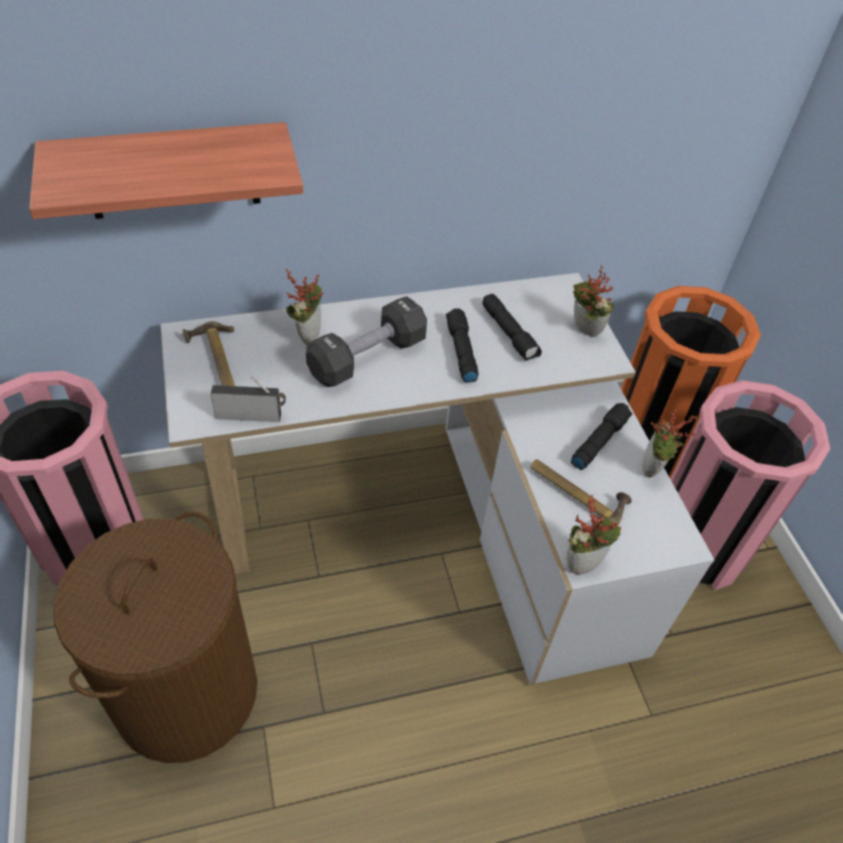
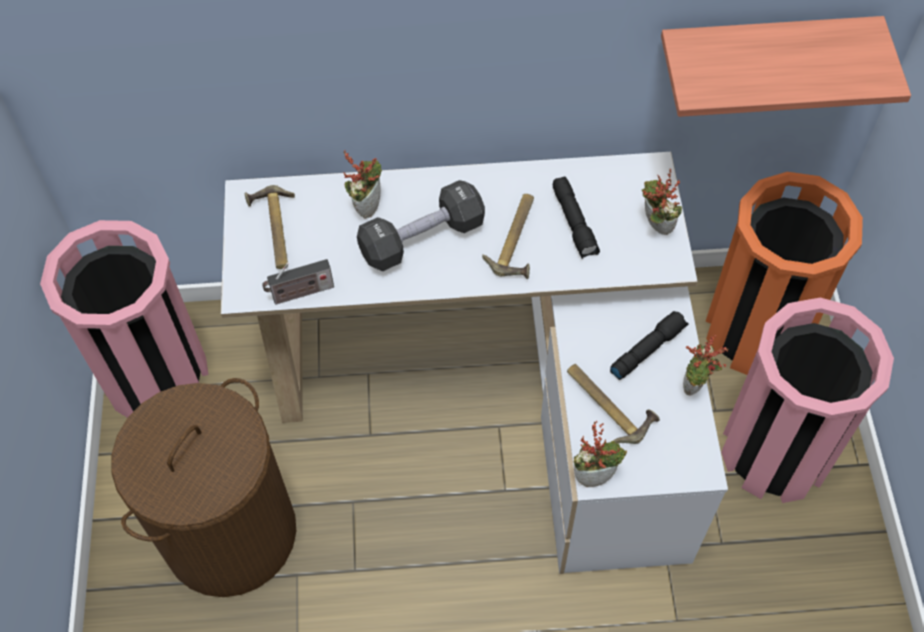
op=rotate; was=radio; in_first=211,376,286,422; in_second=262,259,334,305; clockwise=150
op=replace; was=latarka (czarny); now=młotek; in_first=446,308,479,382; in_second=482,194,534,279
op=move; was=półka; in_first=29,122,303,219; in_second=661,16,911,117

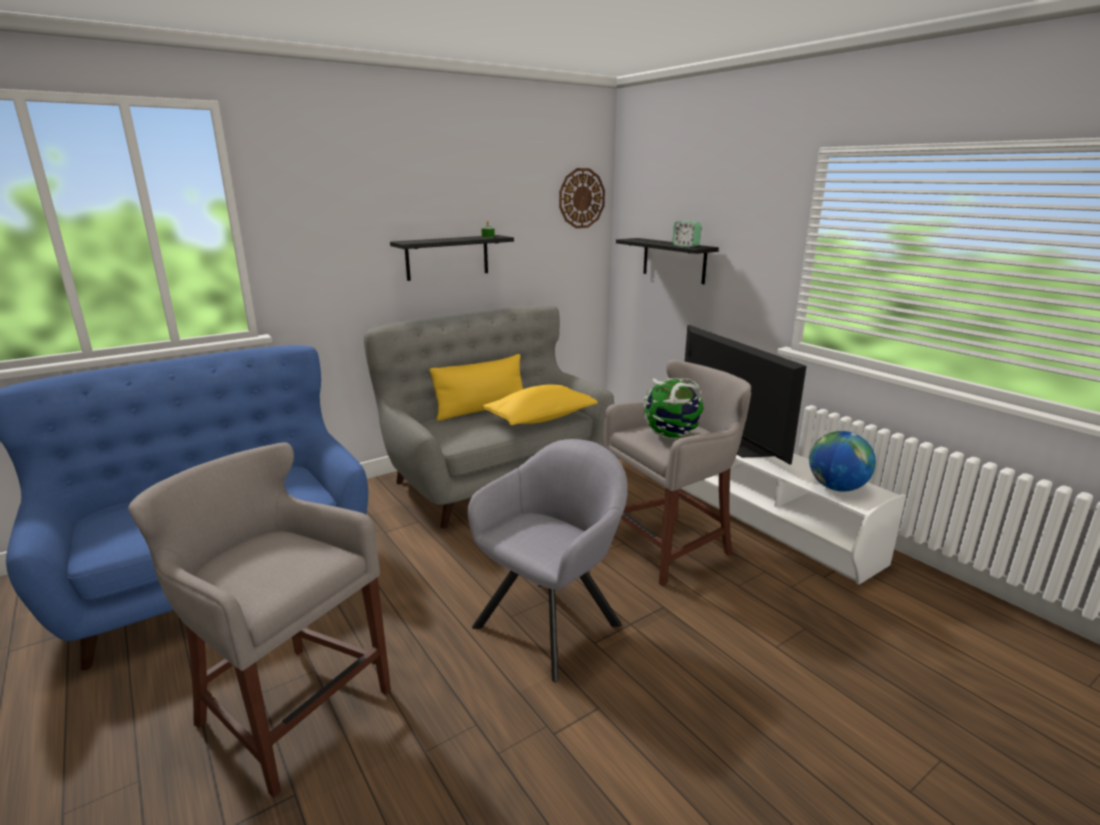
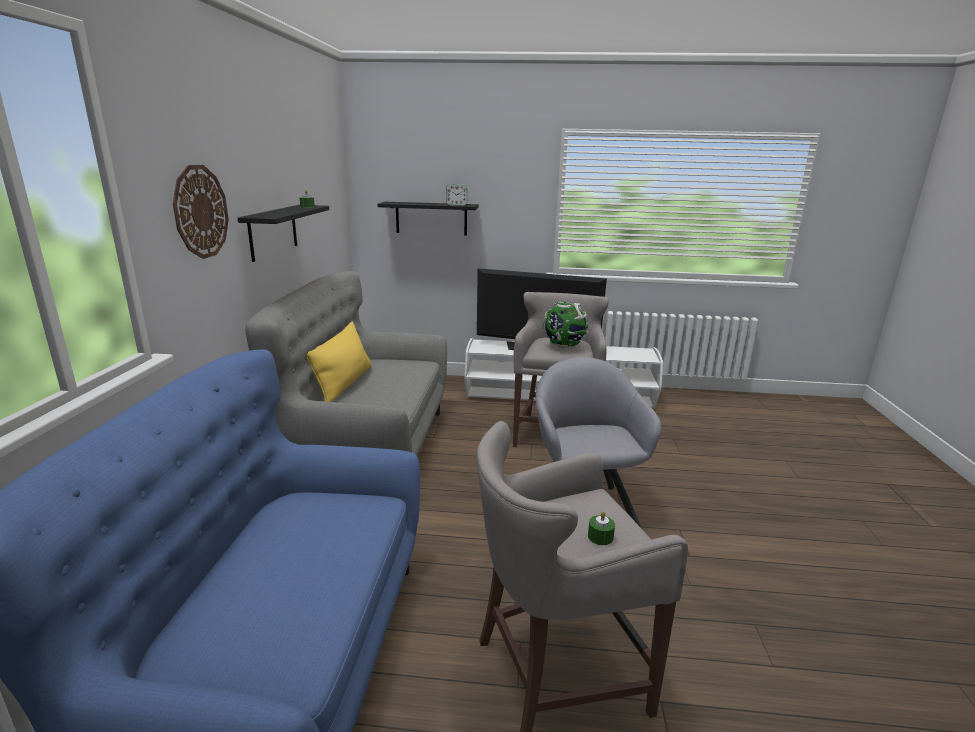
op=move; was=zegar ścienny; in_first=559,168,605,228; in_second=173,165,229,259
op=insert; now=świeca (zielony); in_second=588,511,615,545
op=delete; was=poduszka (żółty); in_first=483,384,598,425
op=delete; was=globus; in_first=809,431,876,492

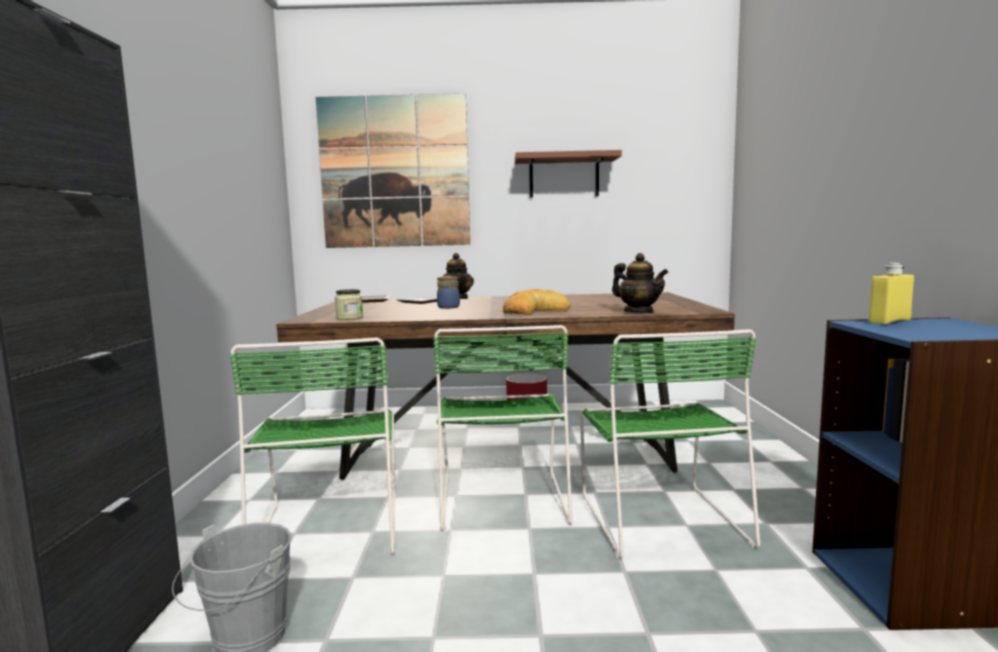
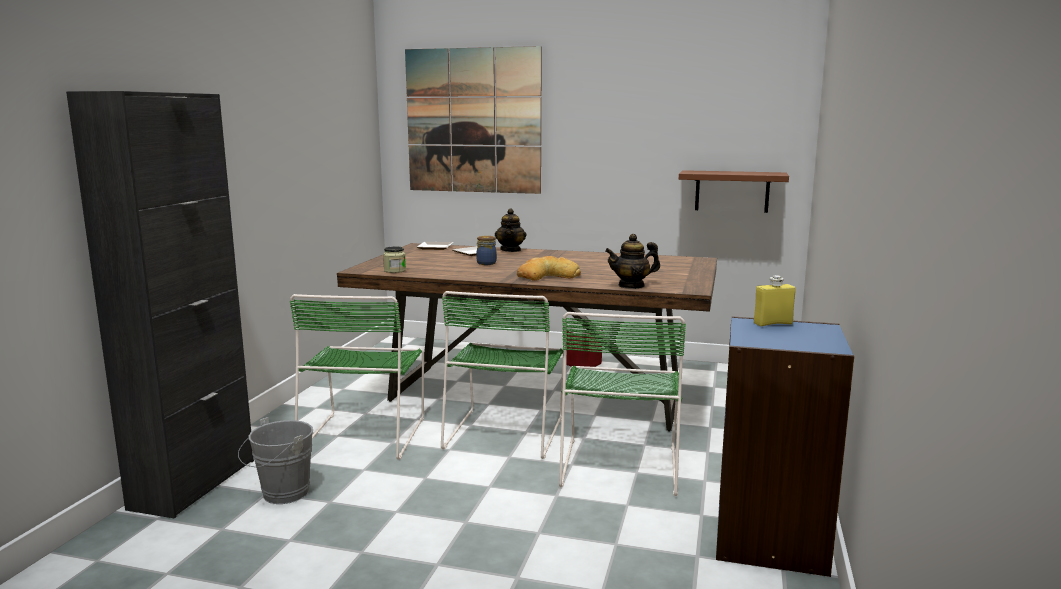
op=rotate; was=imbryk; in_first=612,253,668,313; in_second=605,234,660,289; clockwise=105
op=move; was=półka (brązowy); in_first=515,150,622,198; in_second=679,170,789,213

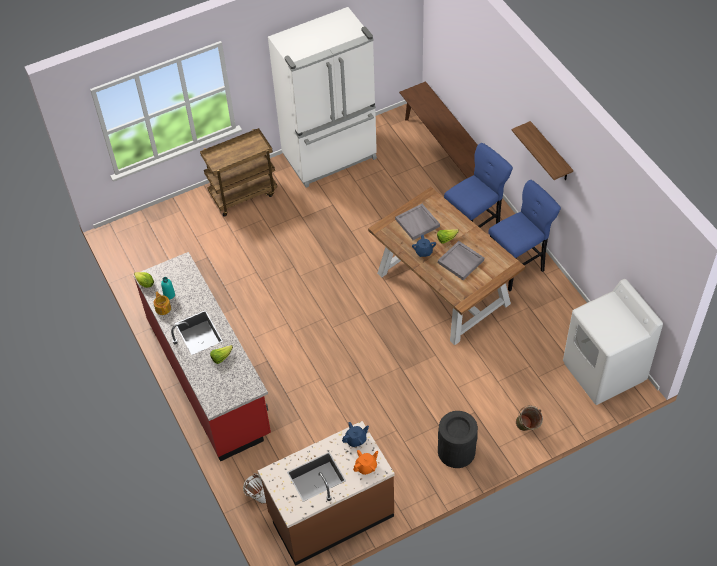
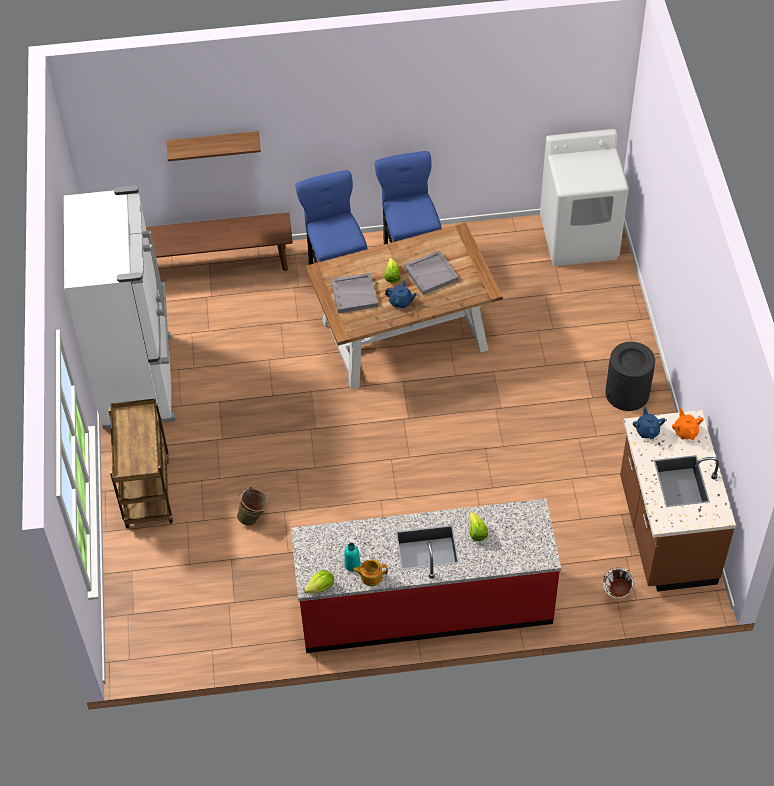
op=move; was=półka; in_first=512,121,573,180; in_second=166,131,261,161
op=move; was=wiadro (zielony); in_first=516,405,543,431; in_second=237,487,269,526

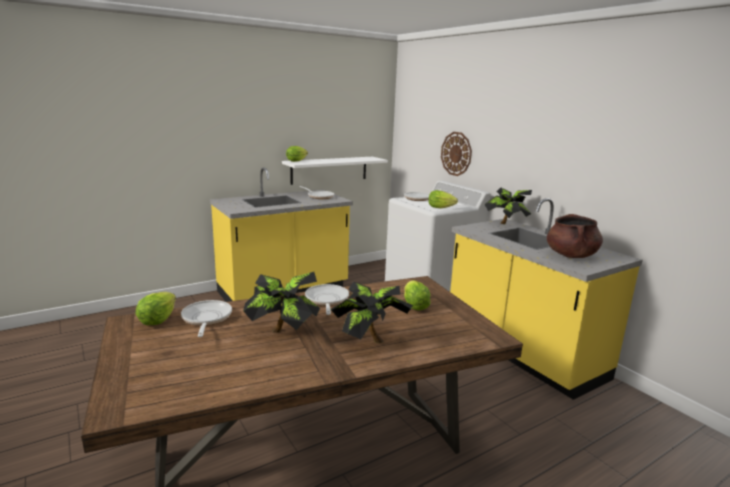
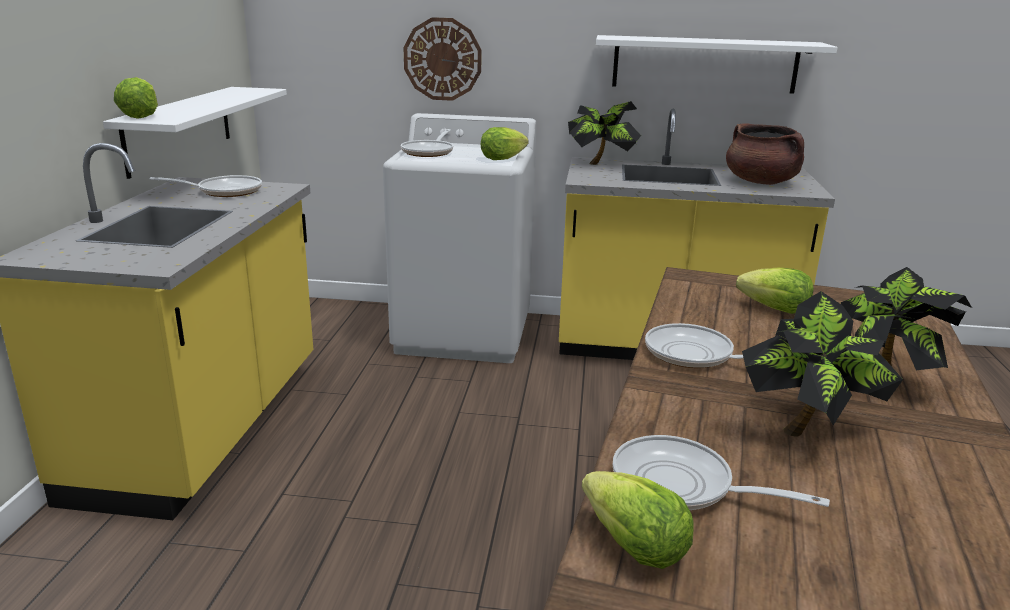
op=insert; now=półka (biały); in_second=596,35,838,94

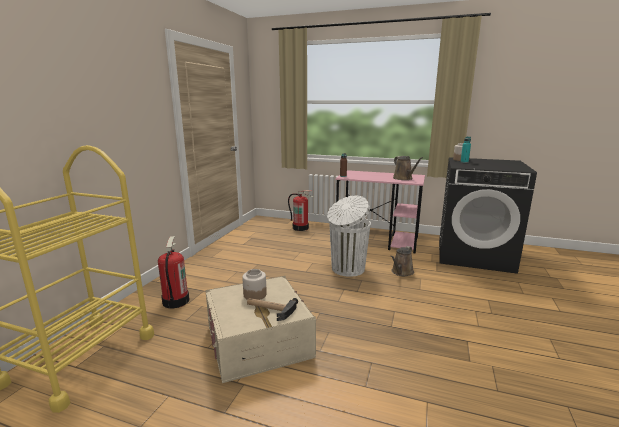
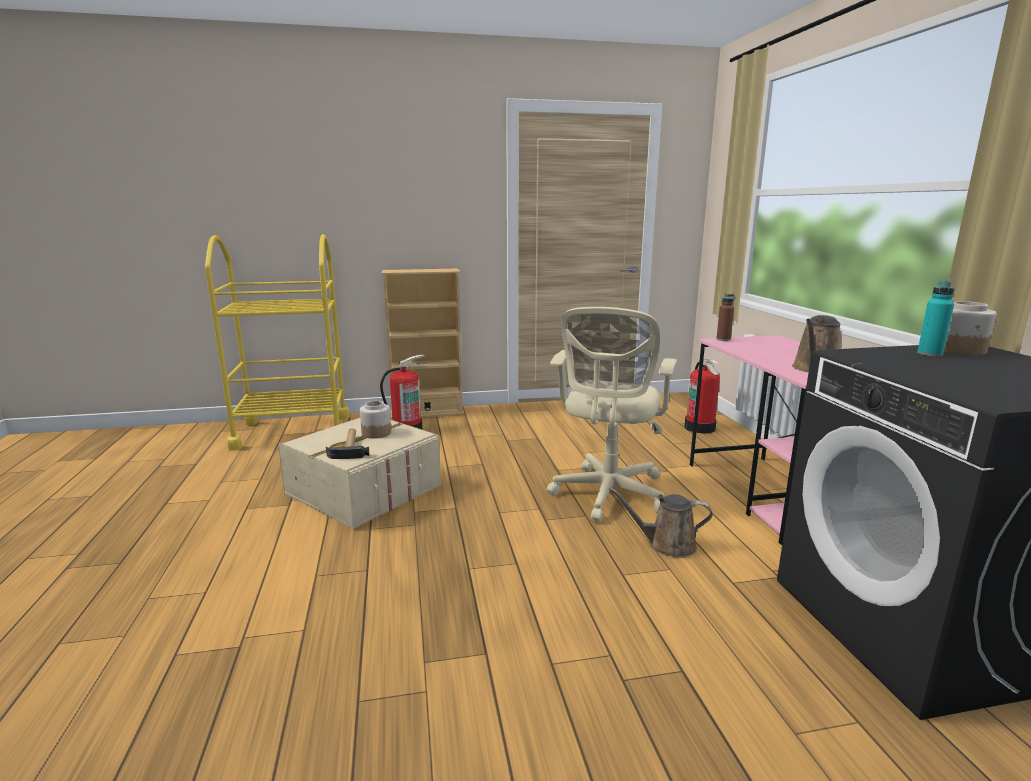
op=insert; now=regał (beżowy); in_second=382,269,464,420
op=replace; was=kosz na śmieci (biały); now=krzesło biurowe (beżowy); in_first=327,195,371,277; in_second=547,307,677,523

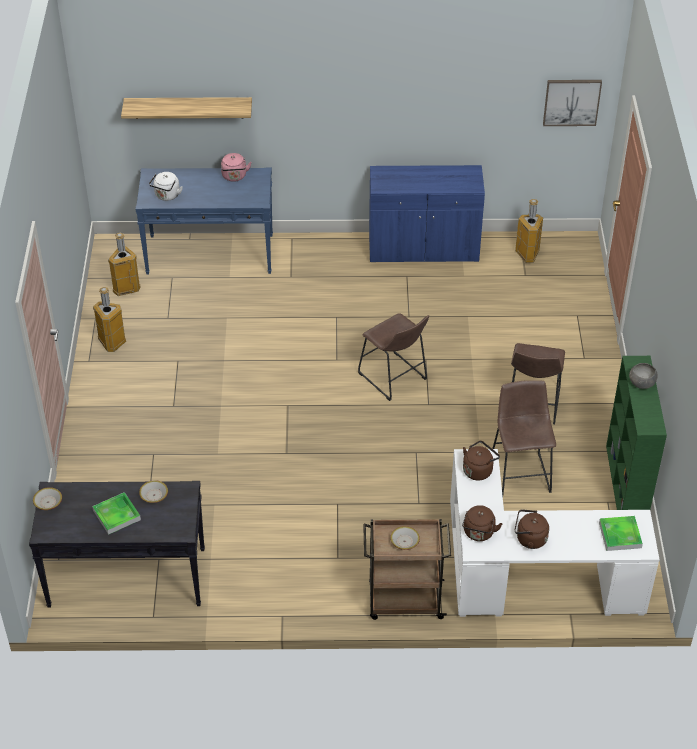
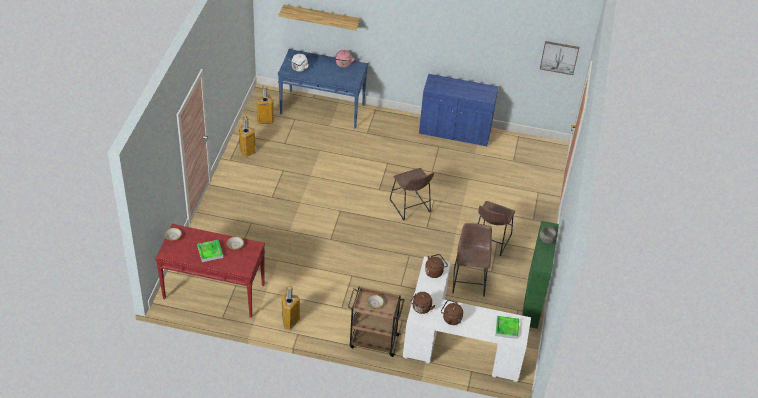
op=recolor; was=stolik konsolowy (czarny); now=stolik konsolowy (czerwony); in_first=29,481,205,607; in_second=155,224,265,318
op=move; was=kosz na śmieci; in_first=515,199,543,263; in_second=281,286,300,329

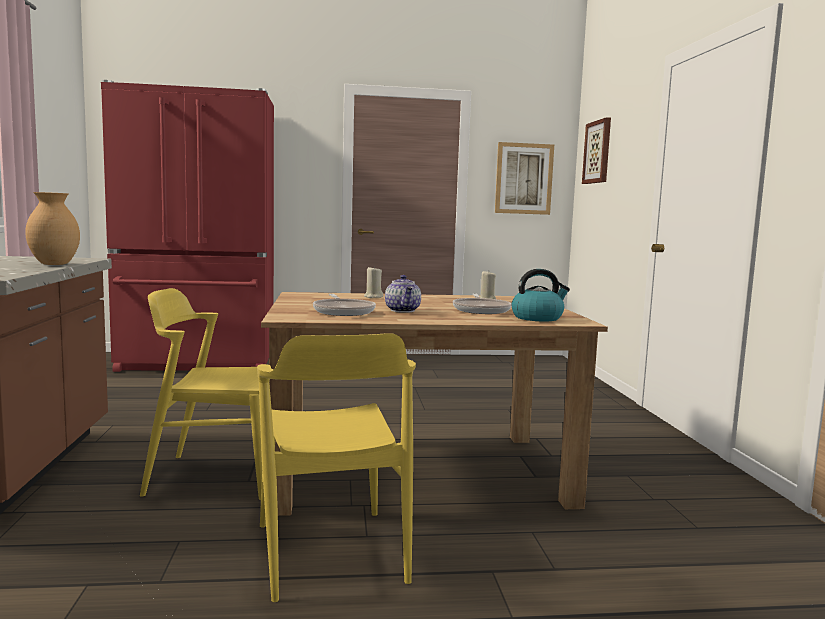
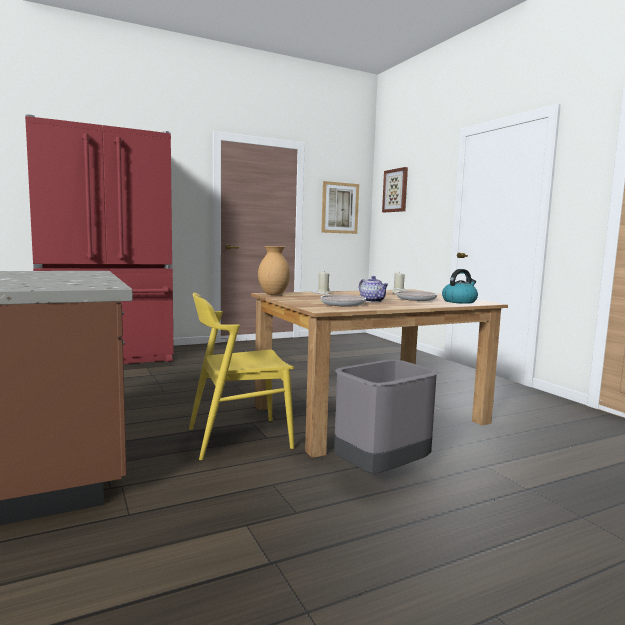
op=move; was=wazon (brązowy); in_first=25,192,80,265; in_second=258,246,290,295
op=replace; was=krzesło (żółty); now=kosz na śmieci (szary); in_first=257,333,416,602; in_second=334,360,439,473

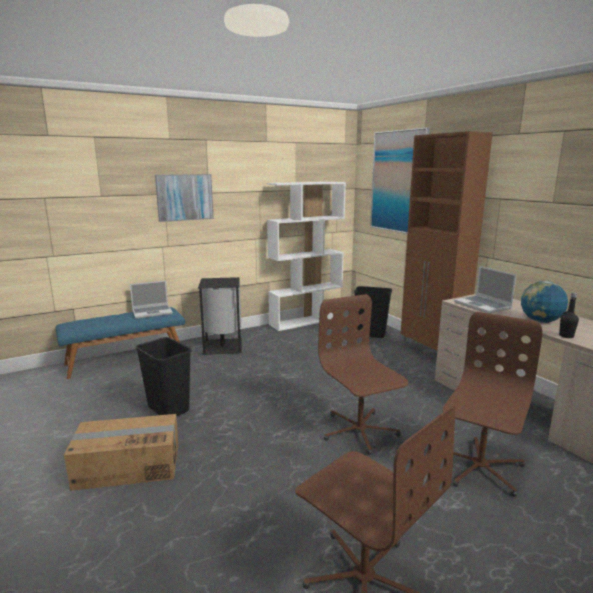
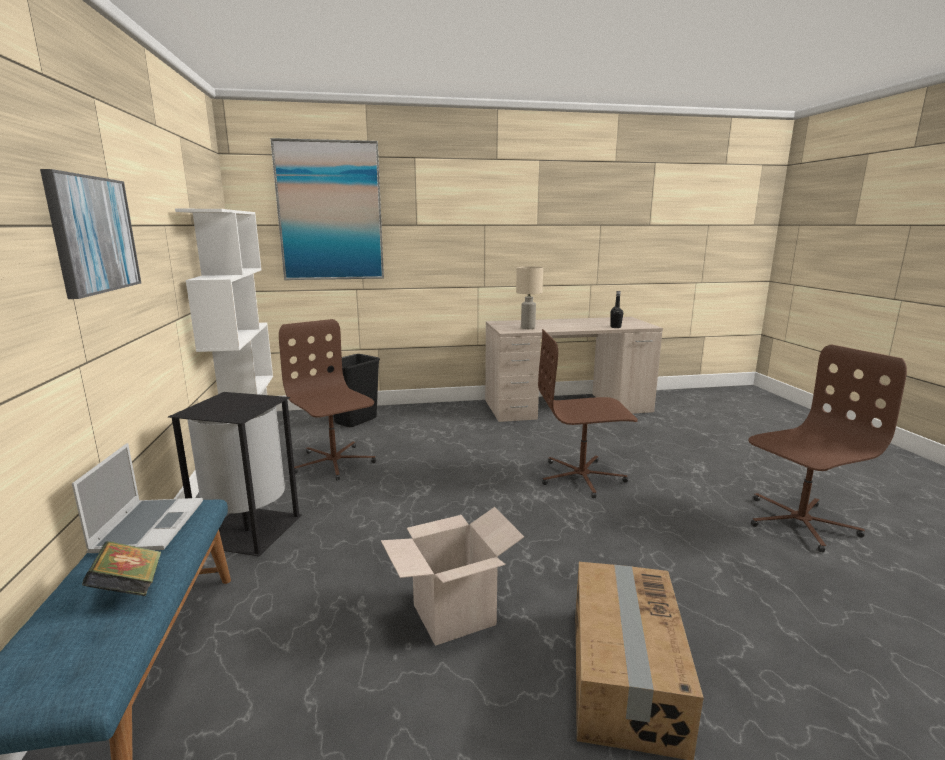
op=insert; now=książka; in_second=82,541,161,596
op=move; was=krzesło biurowe (brązowy); in_first=443,312,543,497; in_second=279,319,376,480
op=replace; was=kosz na śmieci (czarny); now=karton; in_first=135,337,192,417; in_second=381,507,524,646
op=replace; was=laptop; now=lampa stołowa (beżowy); in_first=454,266,516,313; in_second=516,266,543,329
op=delete; was=szafka (brązowy); in_first=401,131,493,350
op=delete; was=globus; in_first=521,281,568,323

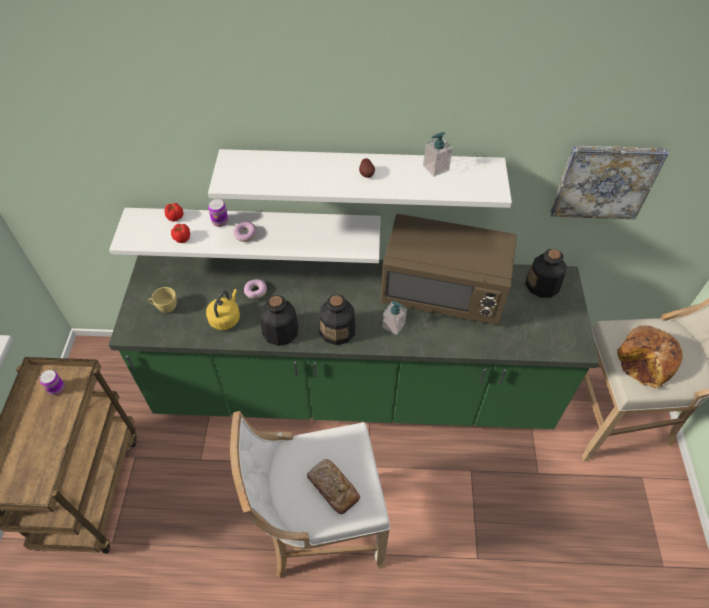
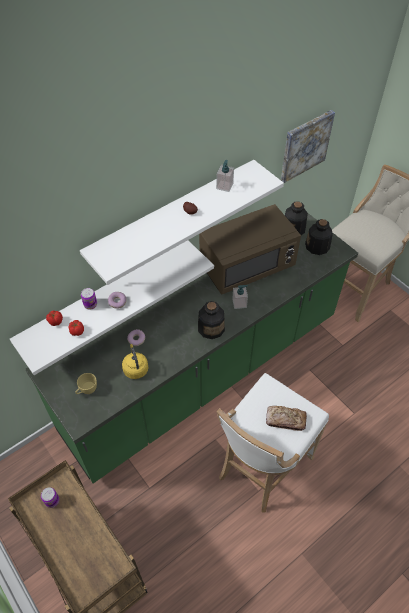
op=move; was=butelka; in_first=260,295,299,346; in_second=305,219,333,255
op=delete; was=chleb; in_first=617,325,683,388

